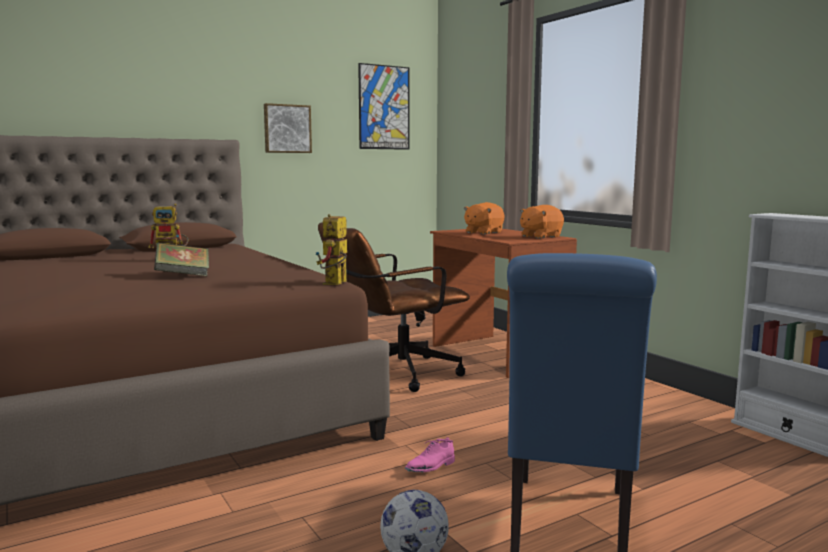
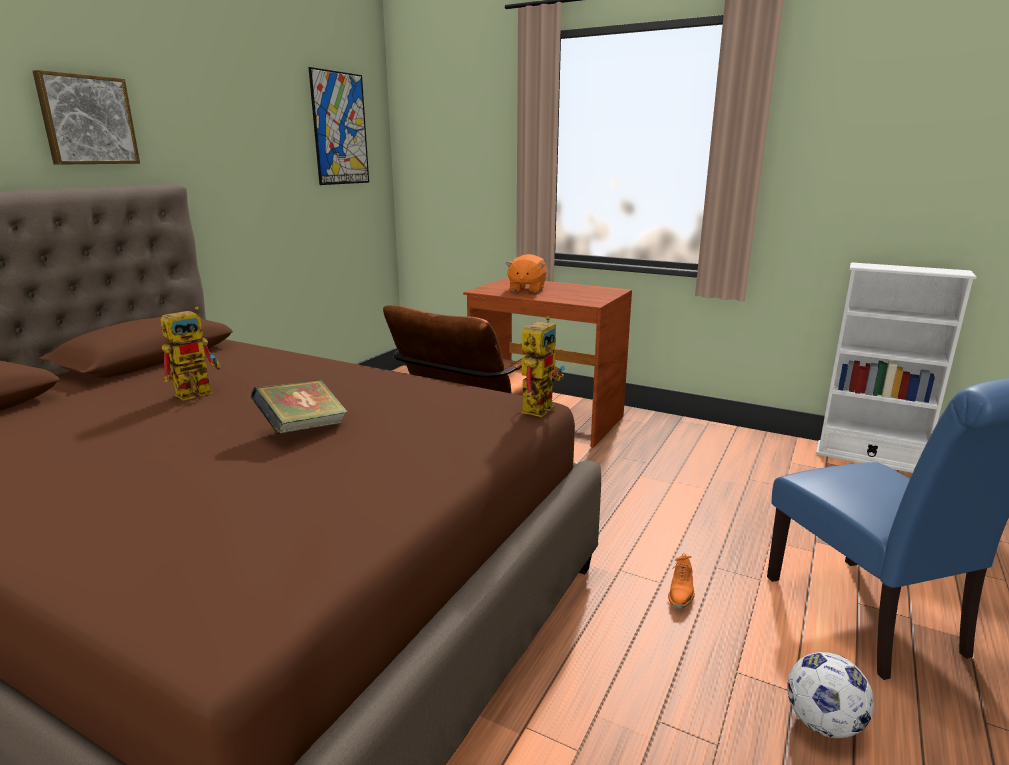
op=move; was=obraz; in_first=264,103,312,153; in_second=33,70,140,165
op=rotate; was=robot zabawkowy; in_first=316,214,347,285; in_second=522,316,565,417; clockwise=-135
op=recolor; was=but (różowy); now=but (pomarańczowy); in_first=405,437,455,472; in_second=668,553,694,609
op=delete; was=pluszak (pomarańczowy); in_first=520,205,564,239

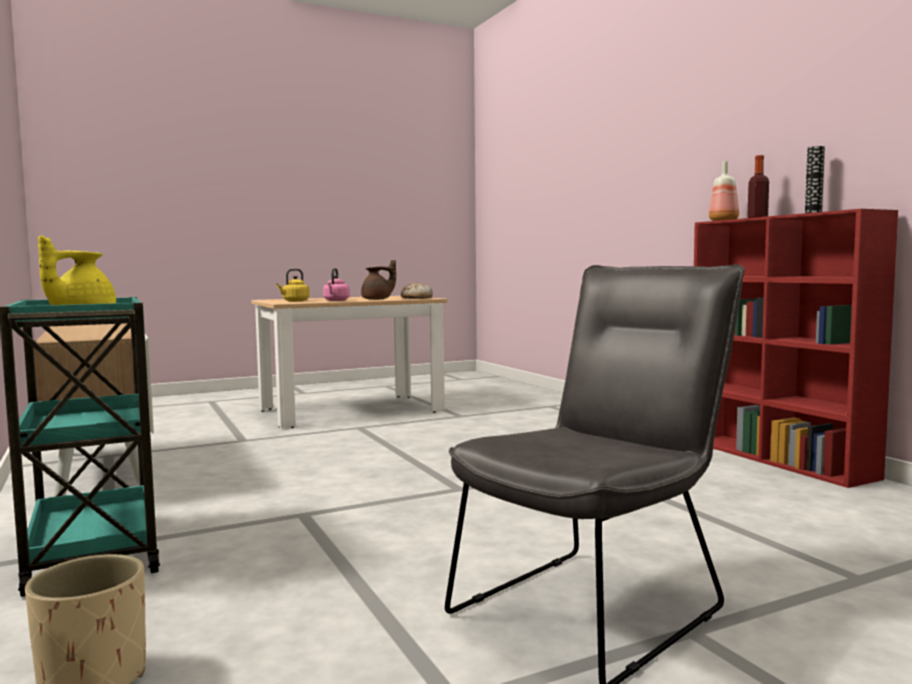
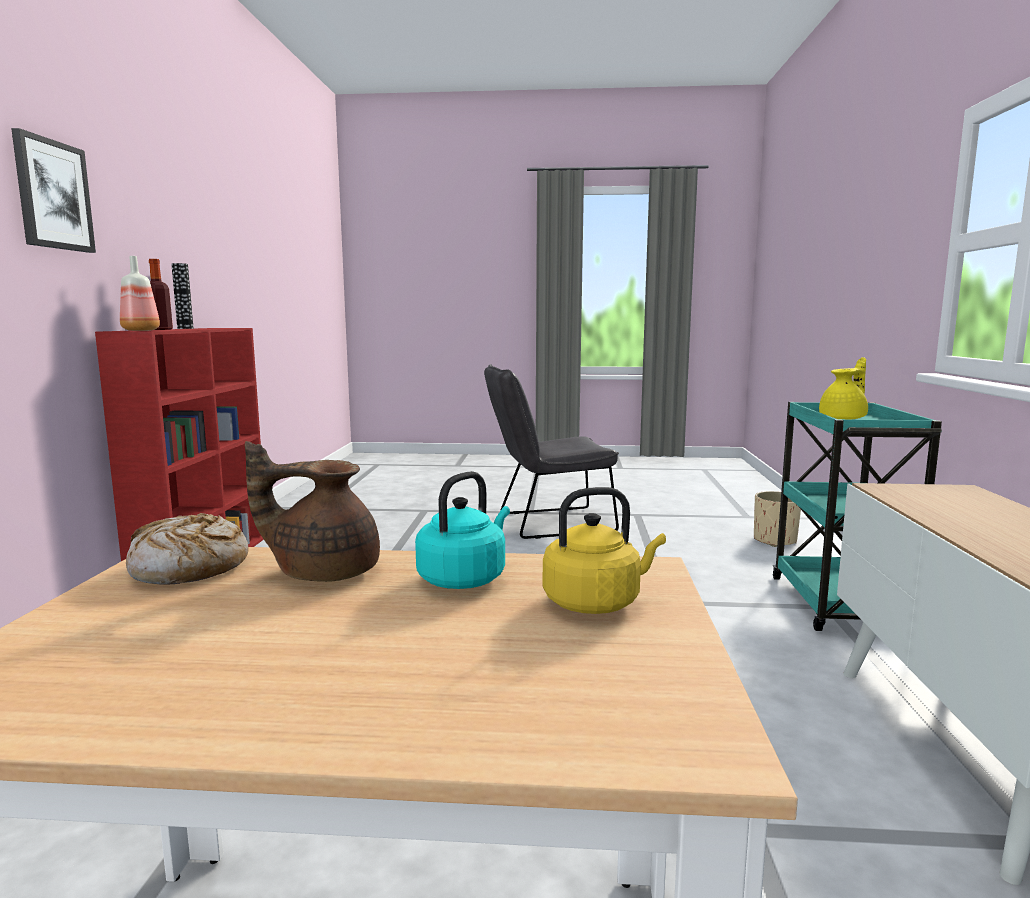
op=insert; now=obraz; in_second=11,128,96,253
op=recolor; was=czajnik (różowy); now=czajnik (turkusowy); in_first=323,268,350,301; in_second=415,471,510,589

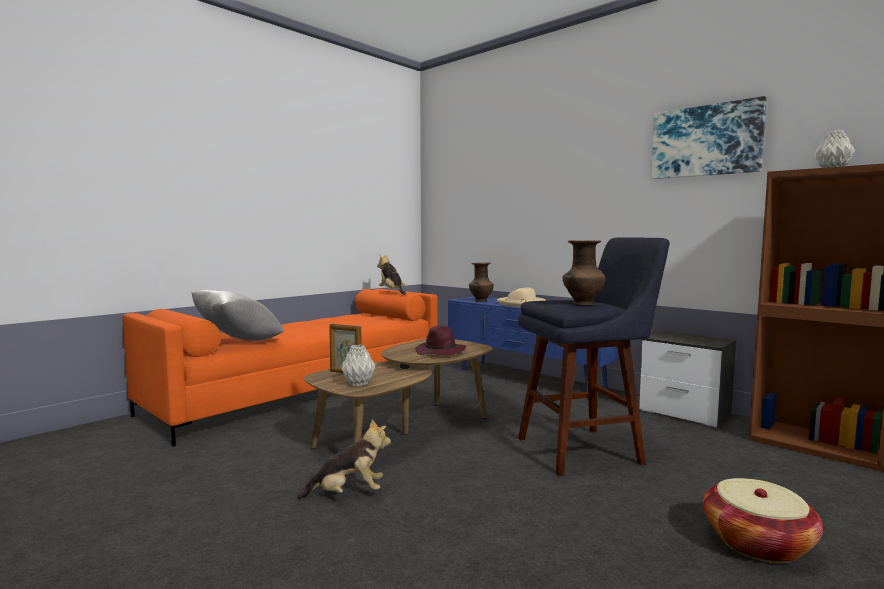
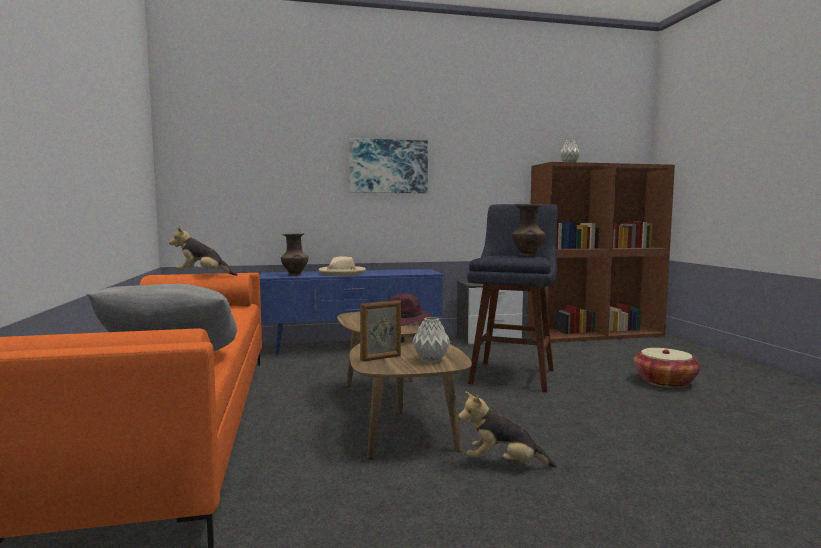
op=move; was=obraz; in_first=651,96,766,179; in_second=349,138,428,193
op=rotate; was=pluszak; in_first=297,419,391,500; in_second=458,391,557,467; clockwise=-105

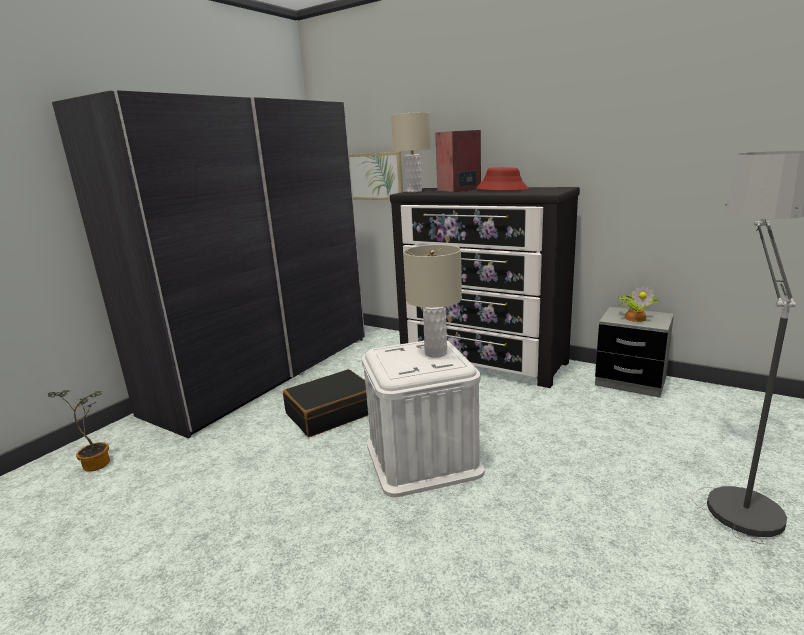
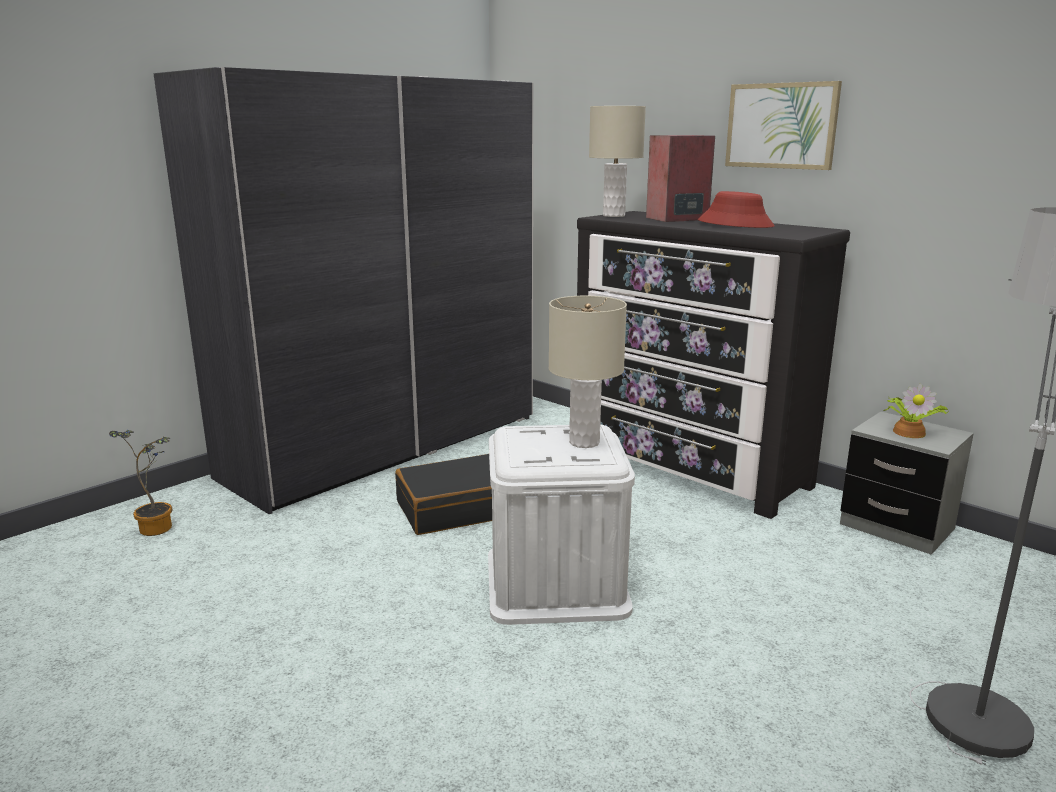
op=move; was=obraz; in_first=349,152,403,200; in_second=725,81,842,170

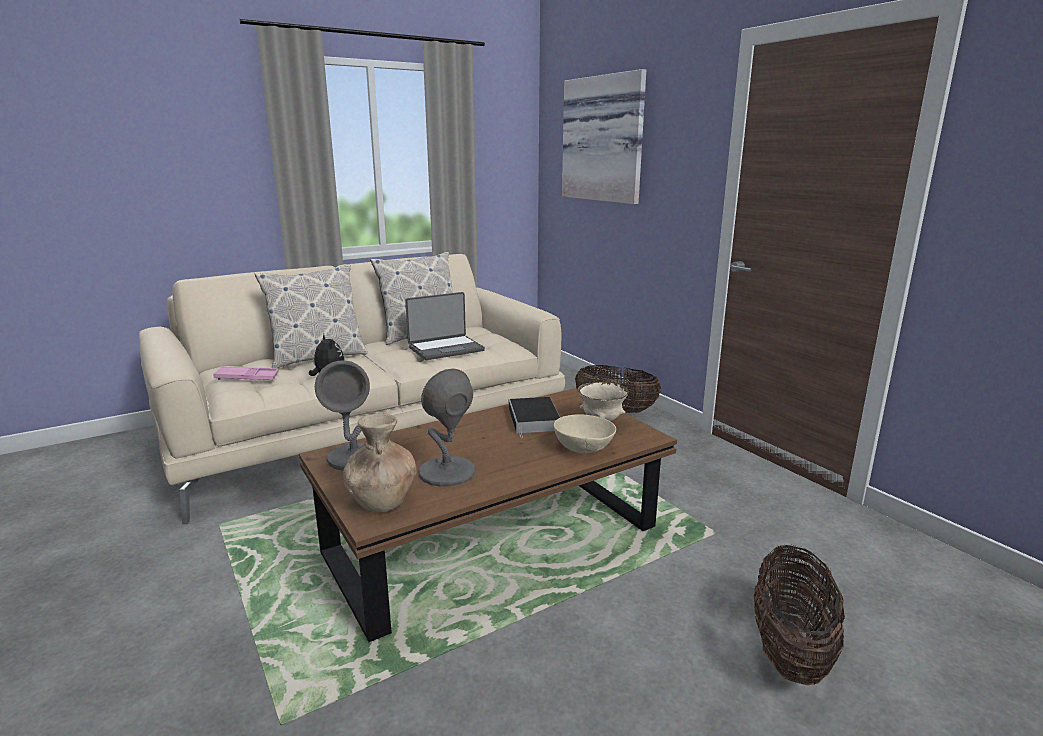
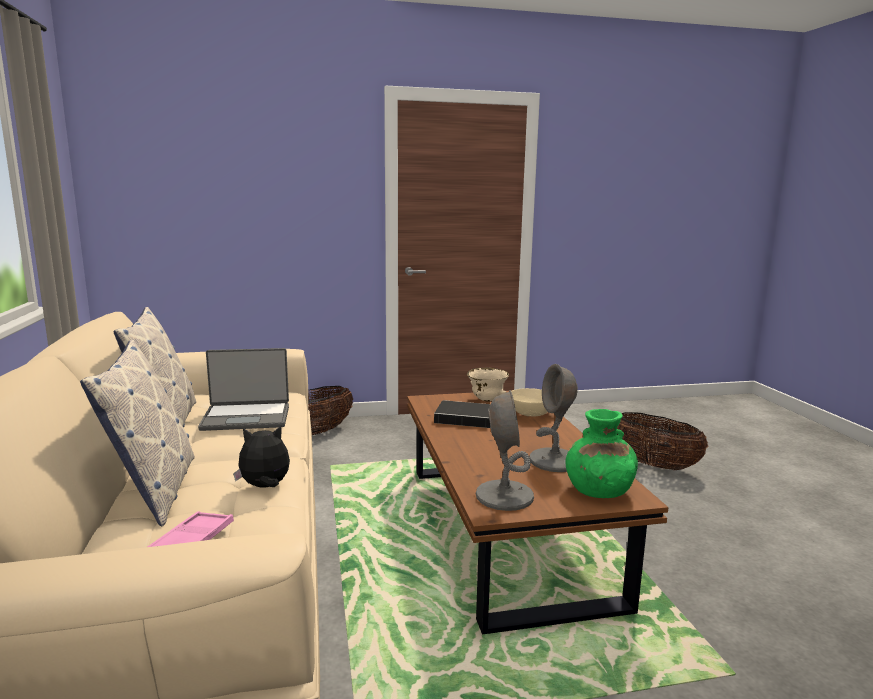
op=rotate; was=laptop; in_first=405,292,485,360; in_second=198,348,289,431; clockwise=90
op=recolor; was=wazon (brązowy); now=wazon (zielony); in_first=343,413,416,512; in_second=565,409,638,498
op=delete; was=obraz; in_first=562,69,646,204

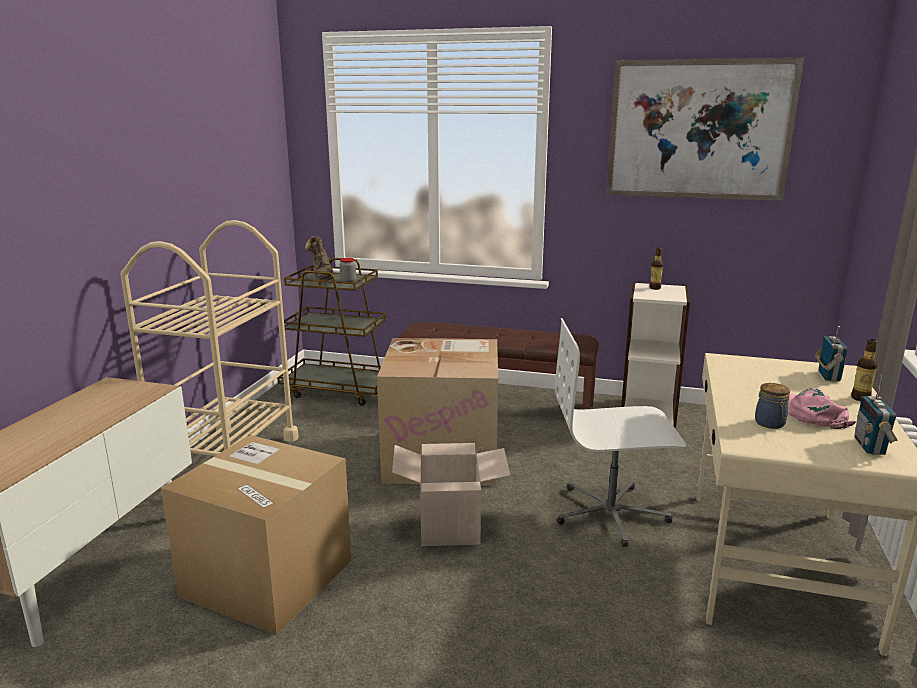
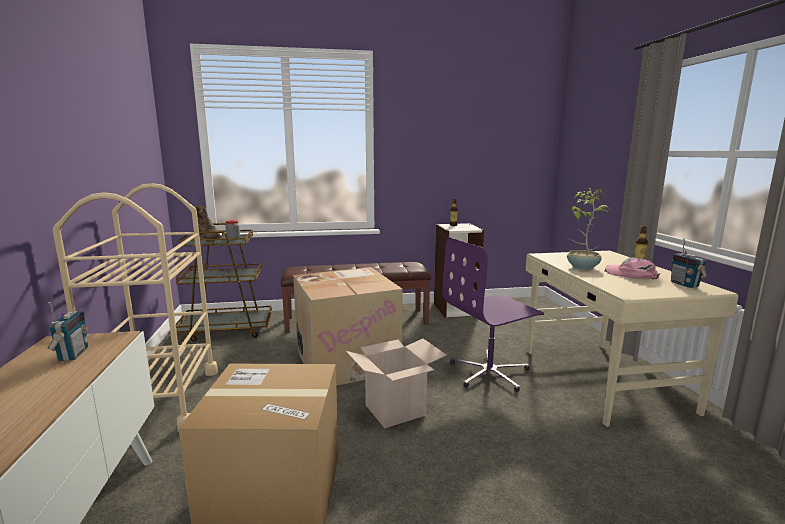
op=move; was=radio; in_first=815,326,847,382; in_second=47,302,88,361
op=recolor; was=krzesło biurowe (biały); now=krzesło biurowe (fioletowy); in_first=555,318,686,547; in_second=443,237,544,392
op=insert; now=roślina doniczkowa; in_second=567,189,609,270
op=delete; was=obraz; in_first=606,58,804,201
op=delete; was=słoik; in_first=755,383,790,429

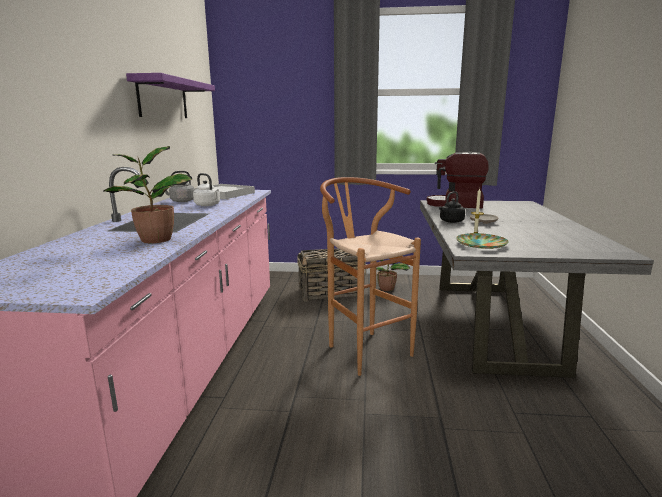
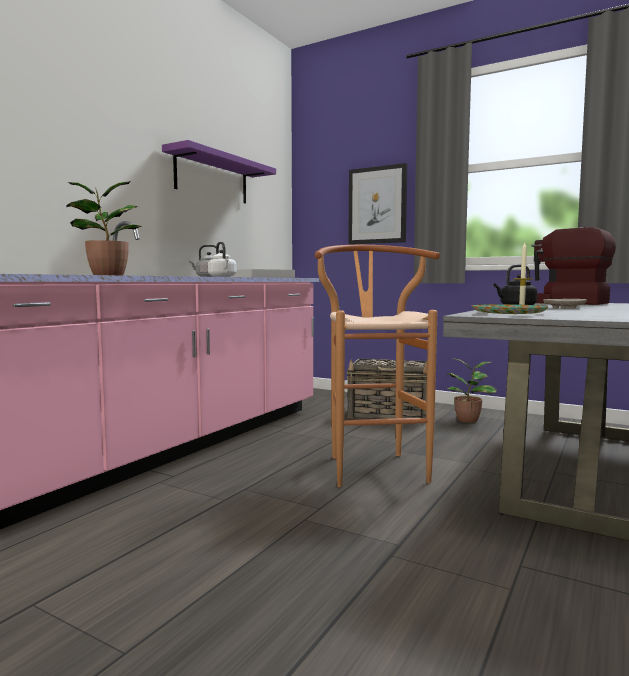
op=insert; now=obraz; in_second=348,163,407,245

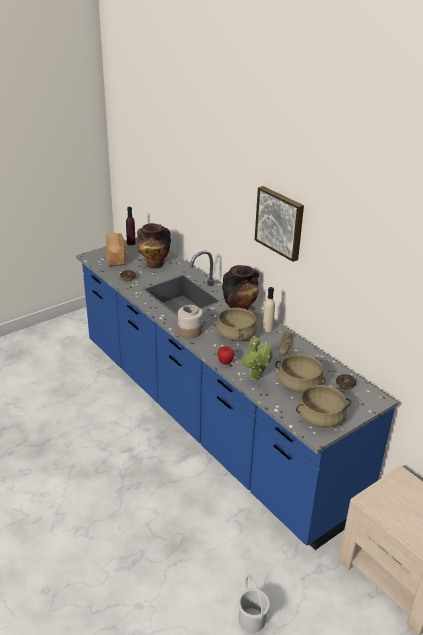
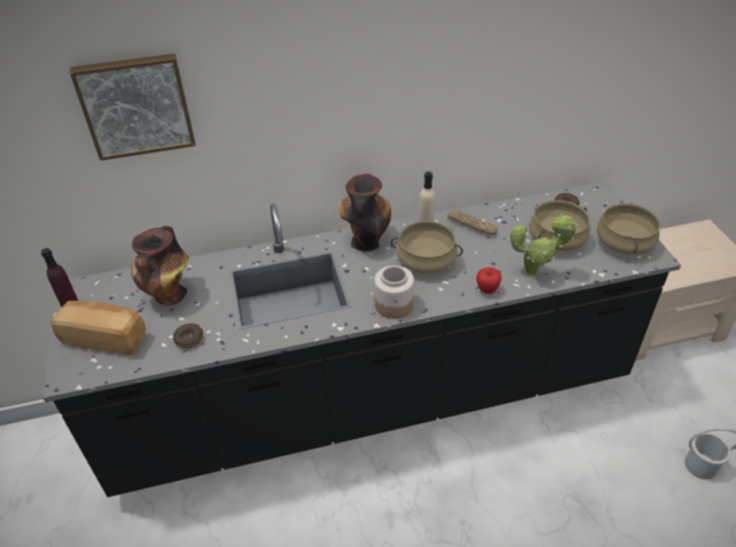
op=recolor; was=zabudowa kuchenna (niebieski); now=zabudowa kuchenna (czarny); in_first=76,237,398,550; in_second=43,181,681,497
op=move; was=obraz; in_first=255,186,304,262; in_second=70,54,196,161

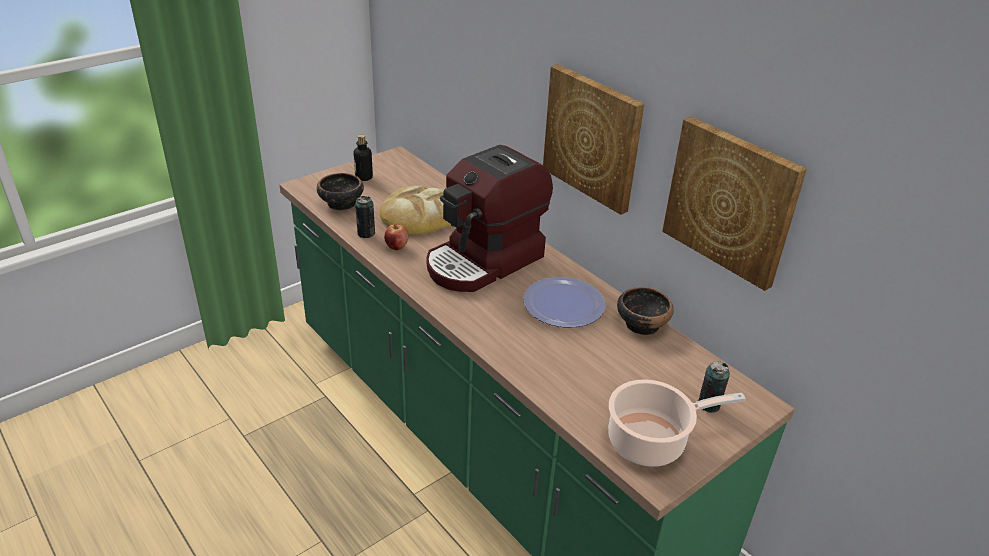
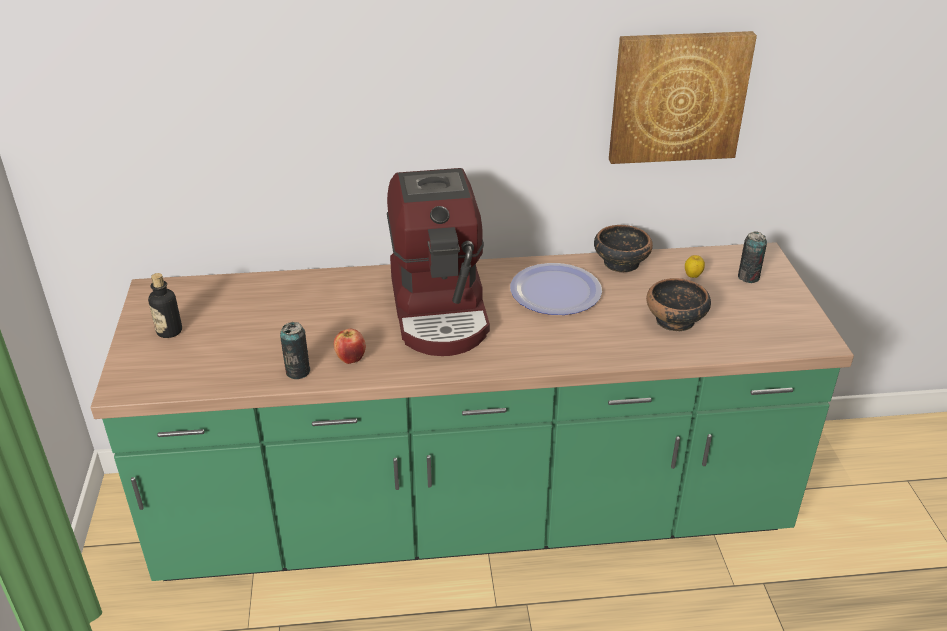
op=move; was=miska; in_first=317,173,364,210; in_second=646,278,711,332
op=insert; now=jabłko; in_second=685,255,705,278
op=delete; was=chleb; in_first=380,185,451,235
op=delete; was=obraz; in_first=543,64,644,215
op=delete; was=garnek; in_first=608,379,746,467

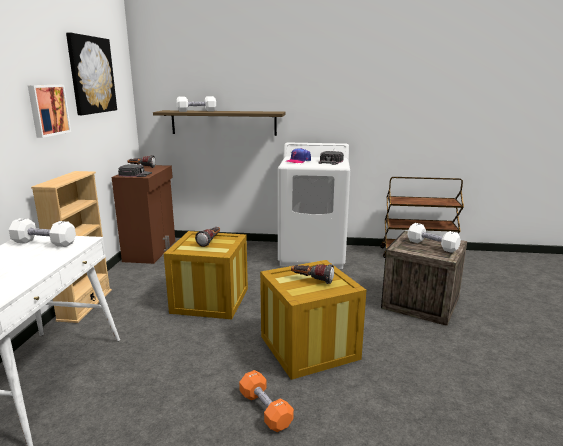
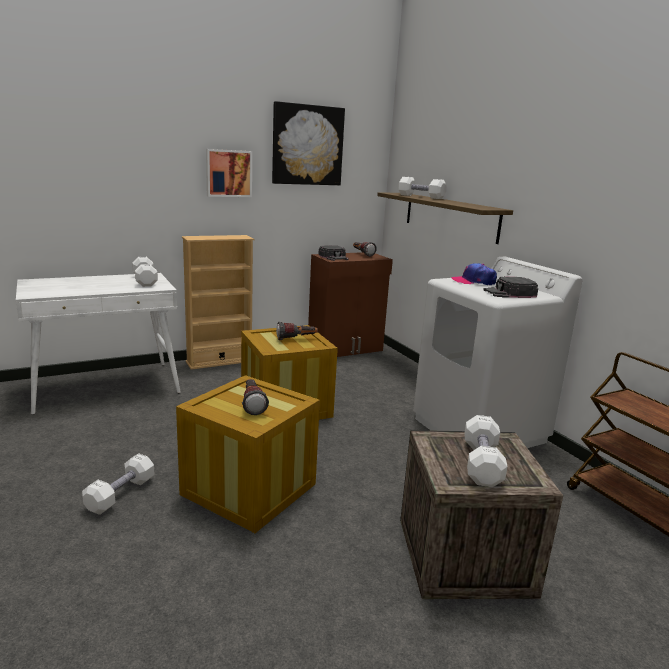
op=recolor; was=hantel (pomarańczowy); now=hantel (biały); in_first=239,370,294,432; in_second=82,453,155,515

